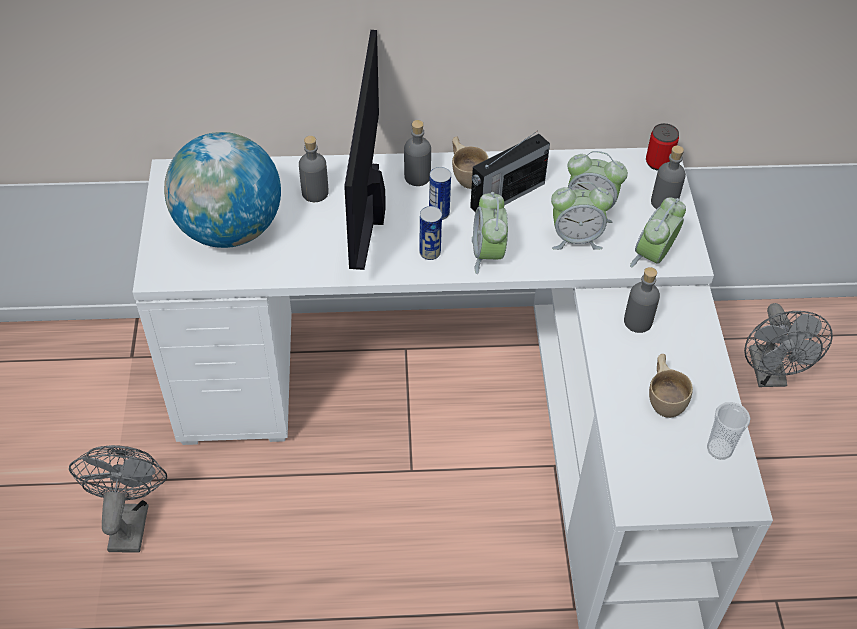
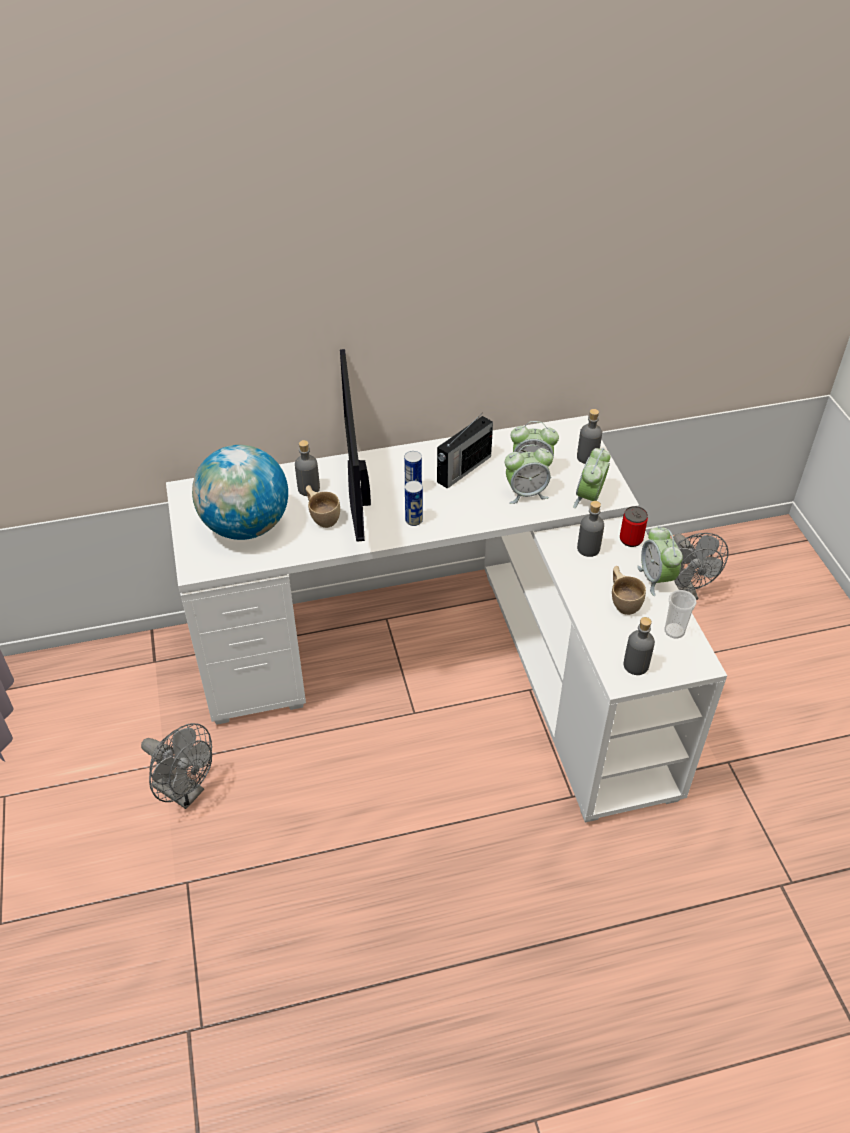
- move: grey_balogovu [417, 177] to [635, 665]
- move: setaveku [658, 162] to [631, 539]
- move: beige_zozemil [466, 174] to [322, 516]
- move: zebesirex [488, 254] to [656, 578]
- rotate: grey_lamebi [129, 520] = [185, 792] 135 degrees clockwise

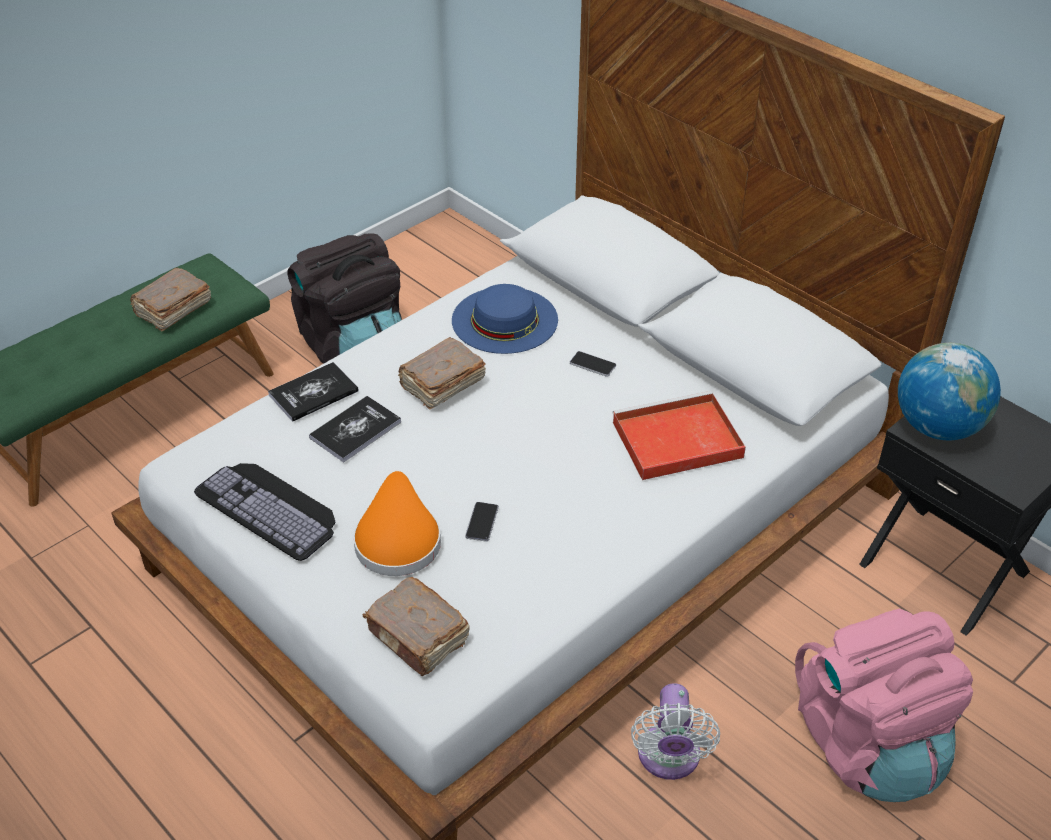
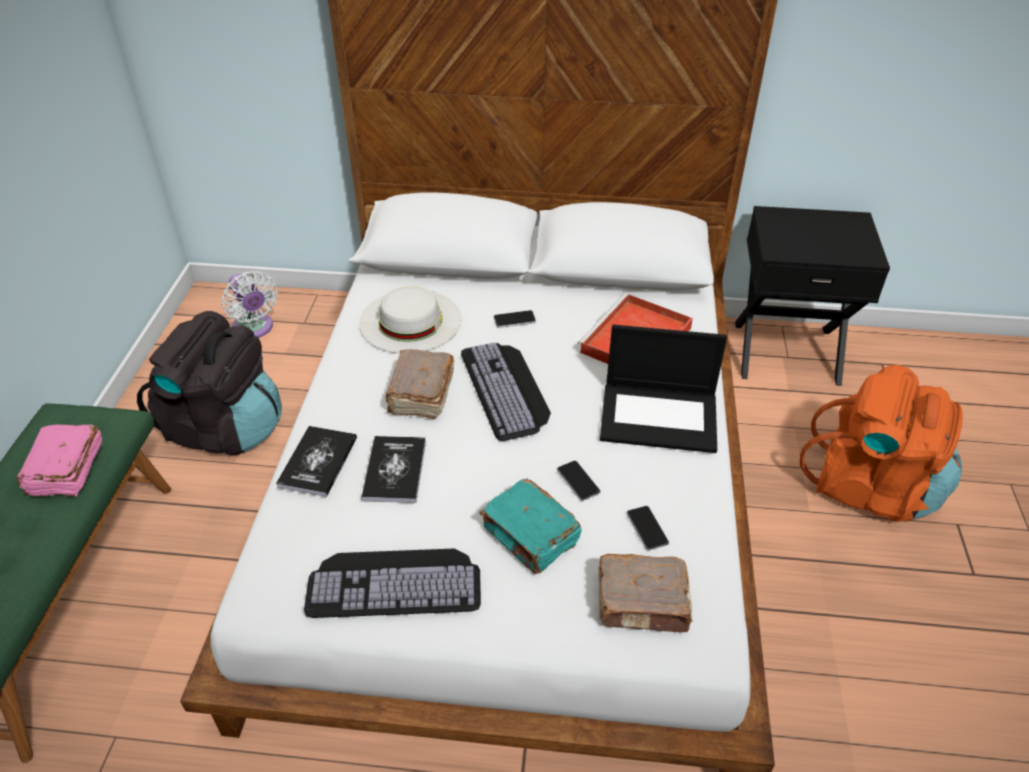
- recolor: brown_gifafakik [172, 310] to pink_gifafakik [66, 471]
- recolor: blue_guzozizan [505, 320] to white_guzozizan [410, 320]
- delete: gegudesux [937, 427]
- replace: orange_guzozizan [397, 539] to turquoise_gifafakik [531, 536]
- recolor: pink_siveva [868, 744] to orange_siveva [871, 487]
- move: white_lamebi [668, 759] to [254, 329]
- insert: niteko [660, 416]
- insert: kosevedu [507, 389]
- insert: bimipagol [647, 528]

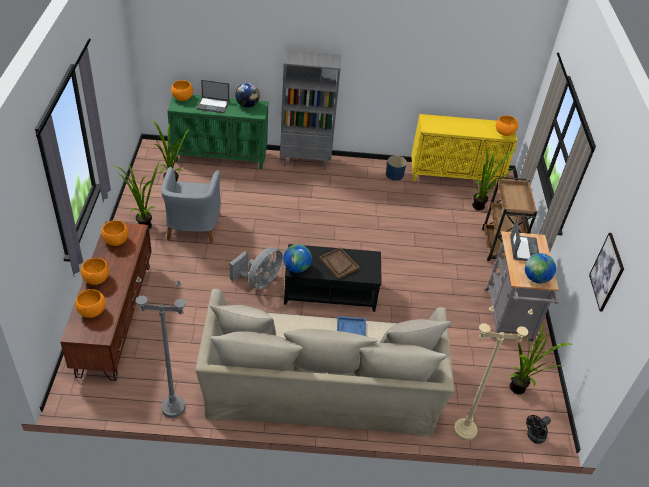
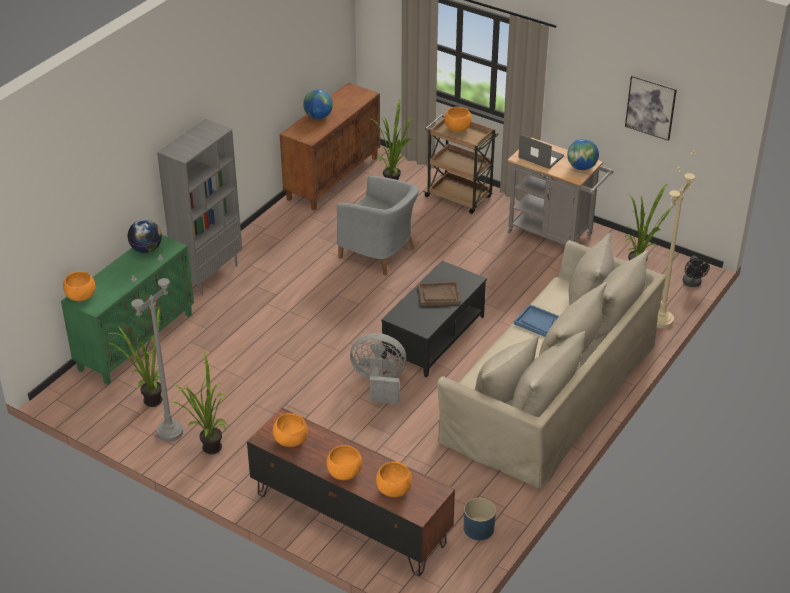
- delete: niteko [213, 105]
- recolor: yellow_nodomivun [455, 176] to brown_nodomivun [332, 178]
- move: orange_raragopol [504, 133] to [457, 129]
- move: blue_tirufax [394, 174] to [478, 528]
- move: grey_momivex [192, 227] to [379, 253]
- move: gegudesux [296, 268] to [318, 117]
- rotate: grey_lamebi [259, 281] = [379, 383] 60 degrees counterclockwise
- move: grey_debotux [173, 407] to [170, 432]

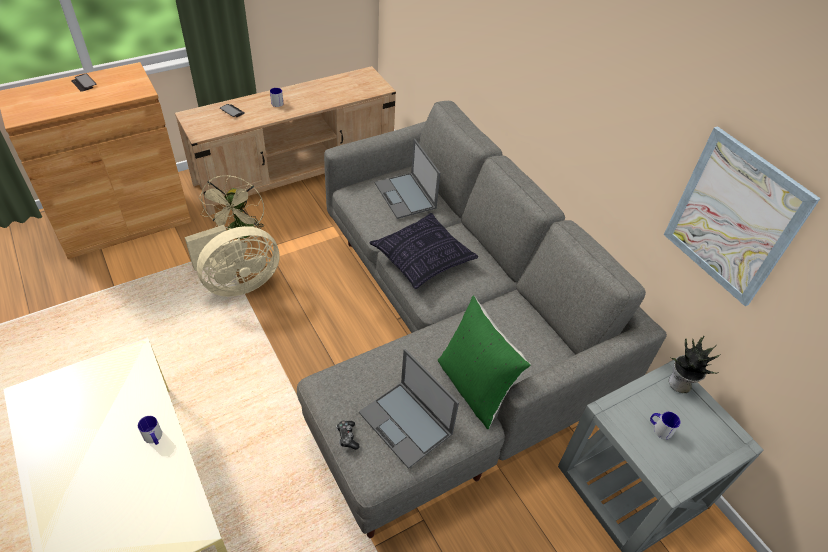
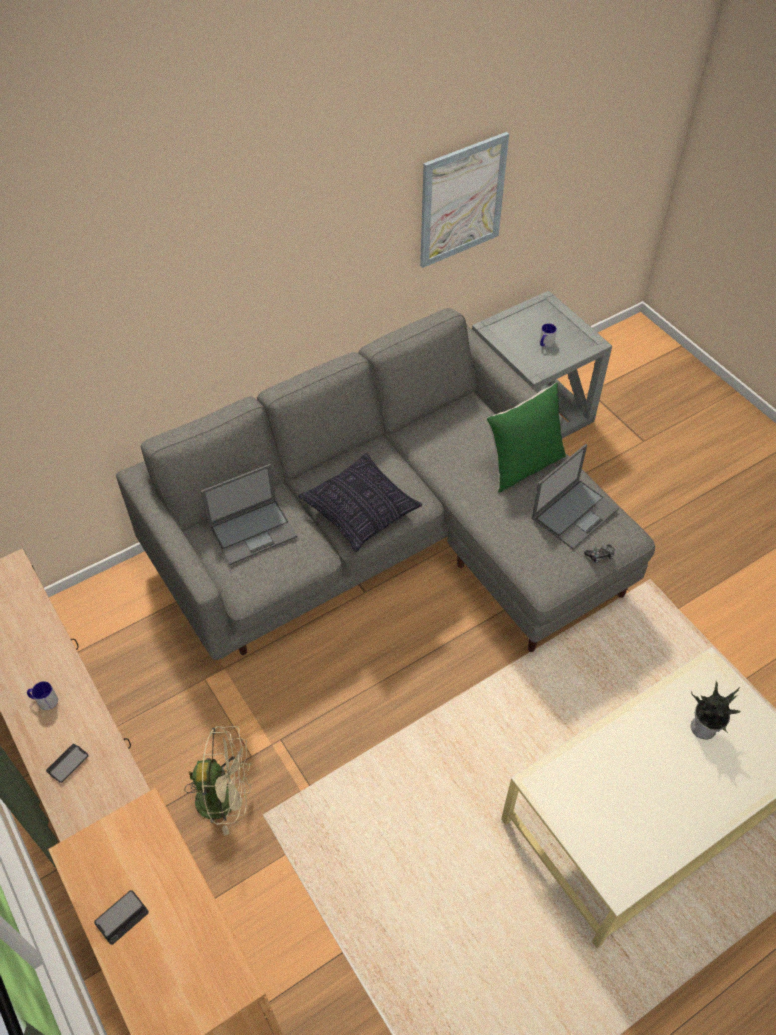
- delete: beige_lamebi [238, 283]
- move: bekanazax [679, 384] to [704, 728]
- delete: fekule [154, 438]

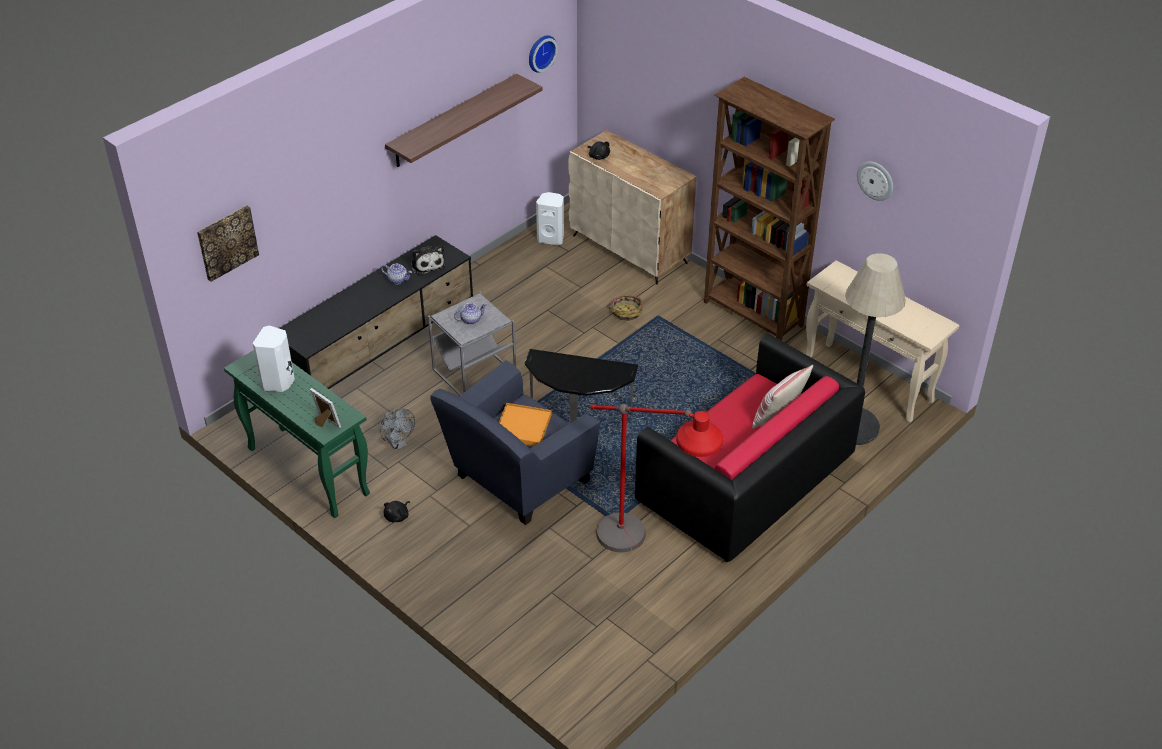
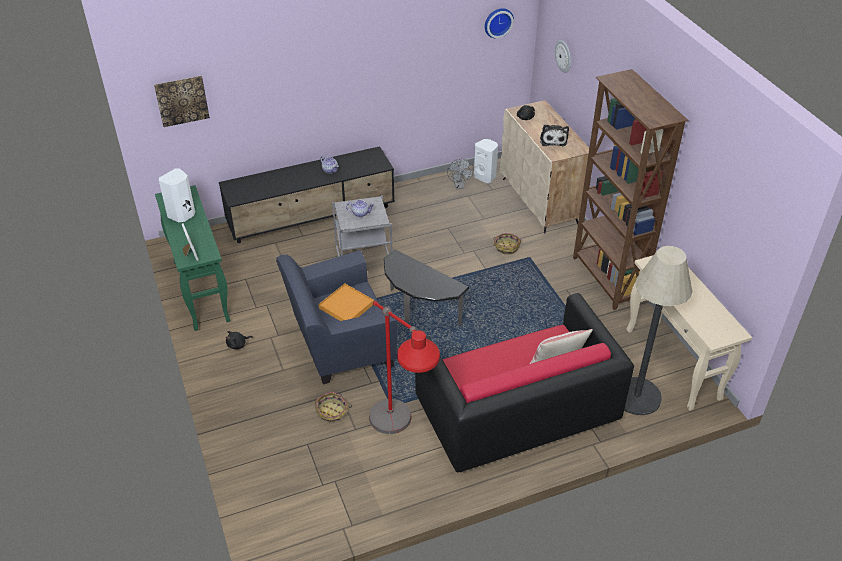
- delete: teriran [453, 121]
- move: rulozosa [875, 180] to [564, 56]
- move: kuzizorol [427, 264] to [553, 140]
- move: grey_lamebi [398, 444] to [459, 186]
- insert: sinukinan [332, 411]

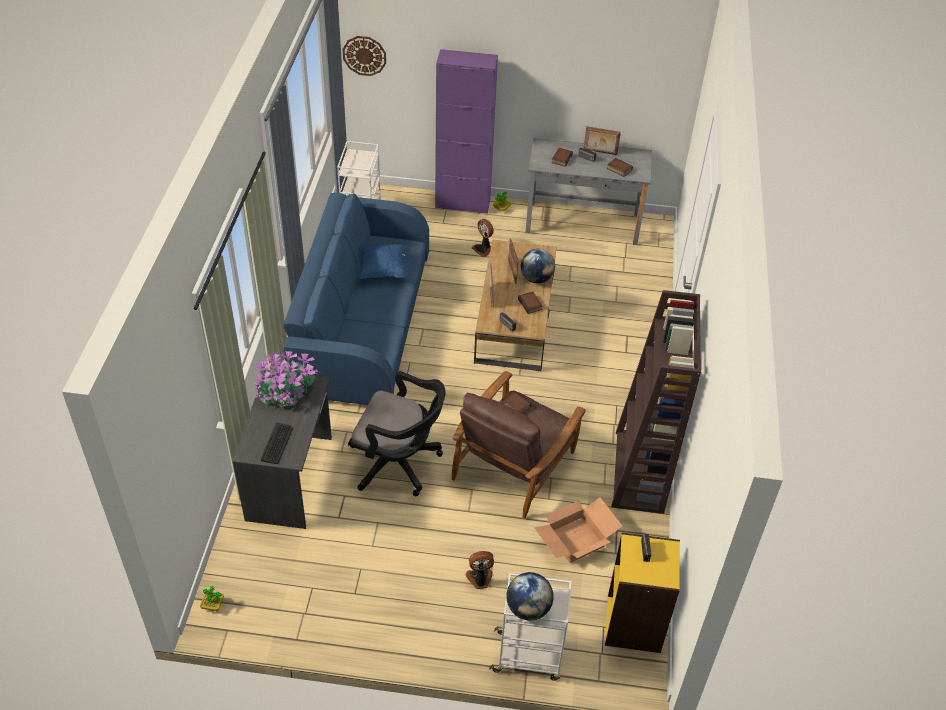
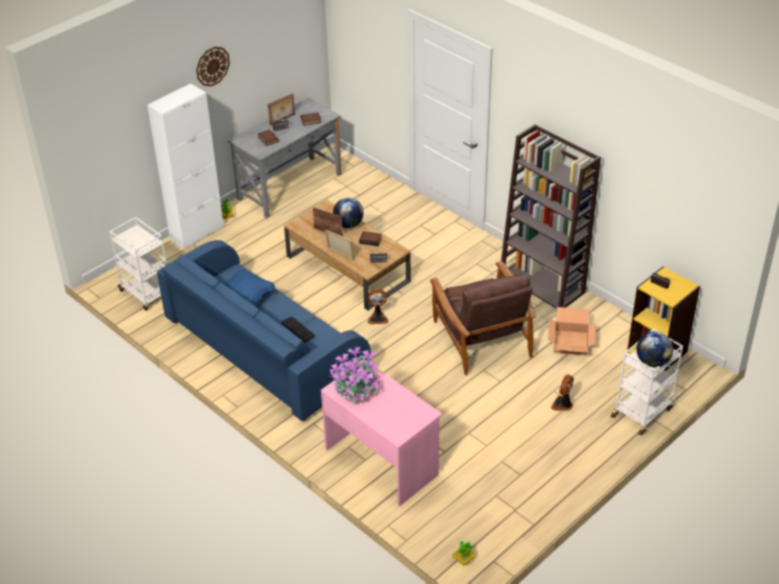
- move: rulozosa [364, 55] to [212, 66]
- recolor: purple_nodomivun [462, 204] to white_nodomivun [197, 233]
- move: lamebi [483, 249] to [378, 318]
- recolor: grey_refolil [291, 478] to pink_refolil [382, 461]
- delete: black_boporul [399, 463]
- move: kosevedu [277, 444] to [298, 329]

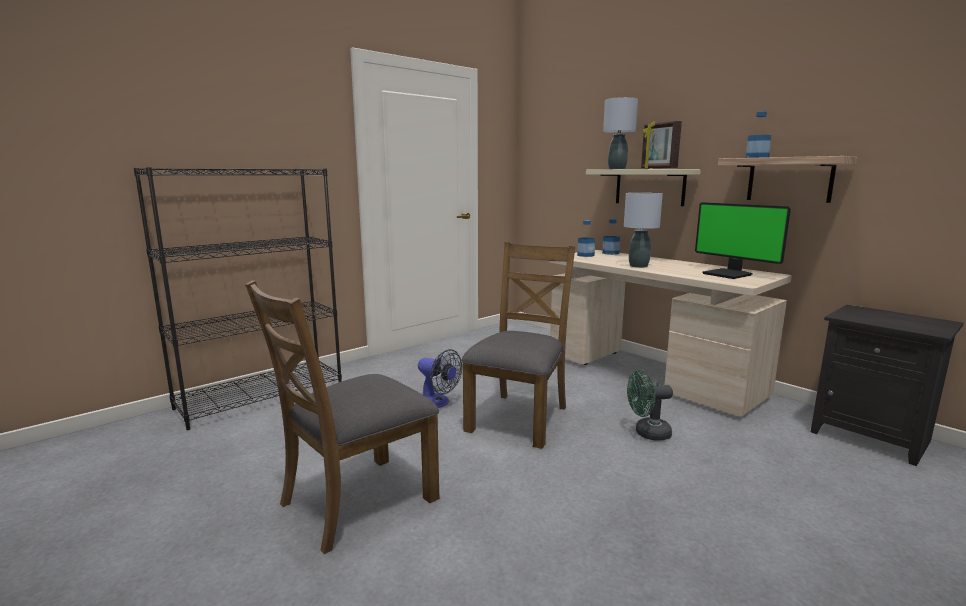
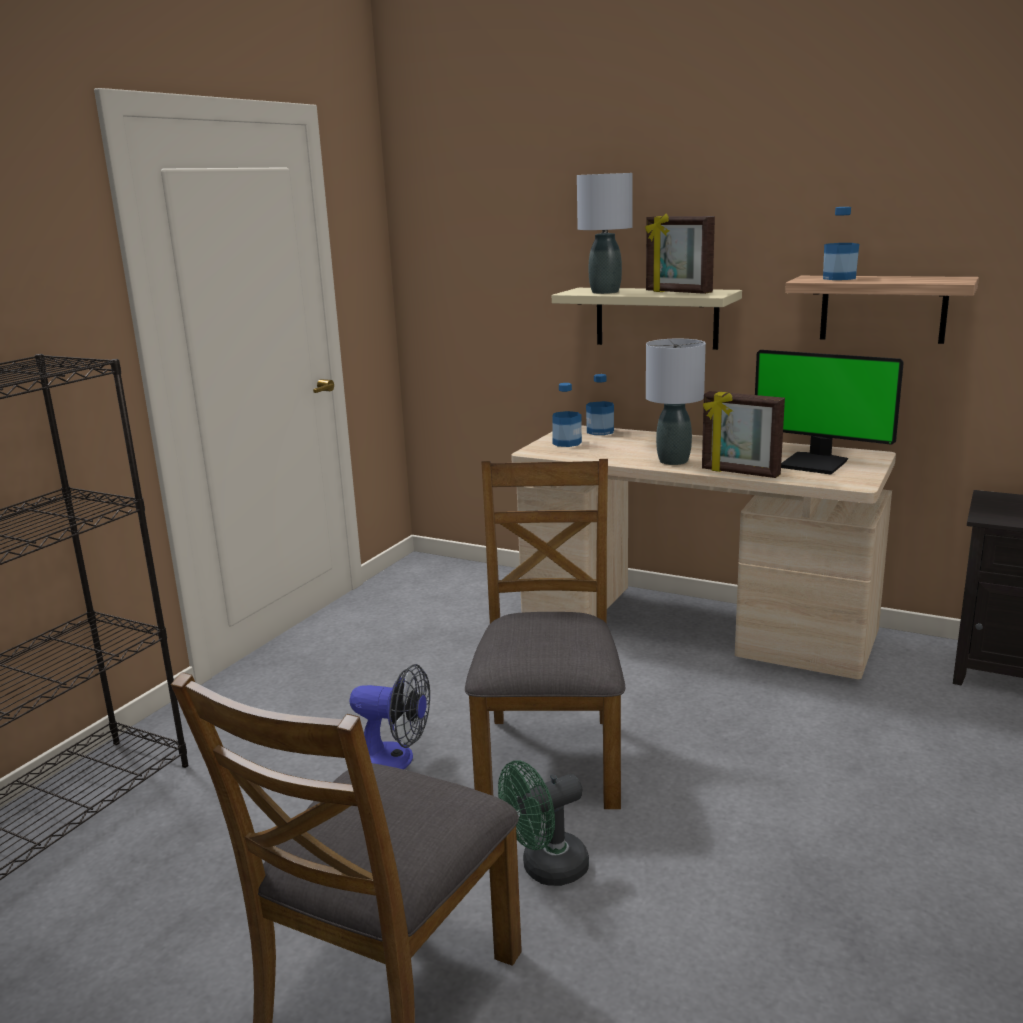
- move: green_lamebi [647, 433] to [545, 869]
- insert: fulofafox [740, 473]

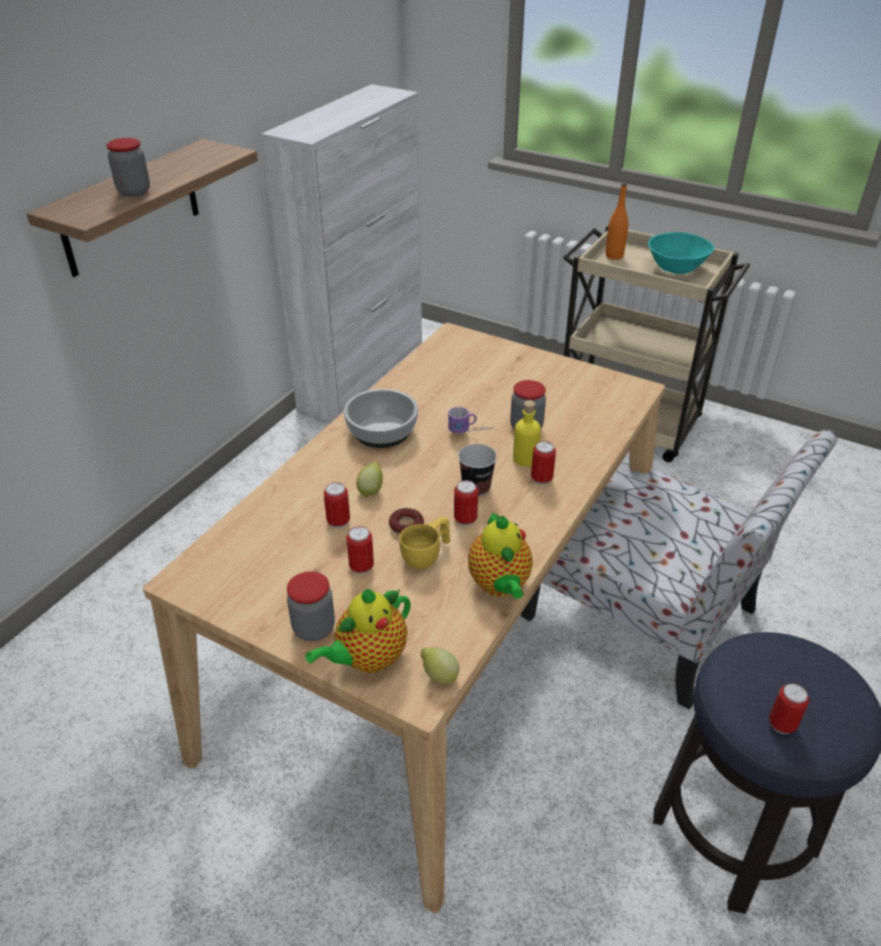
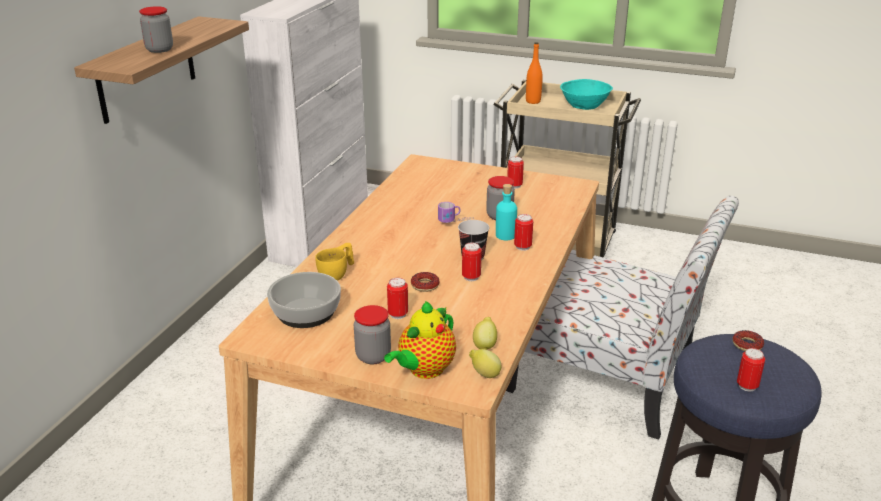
- move: raragopol [382, 430] to [306, 312]
- recolor: yellow_balogovu [525, 459] to turquoise_balogovu [505, 235]
- move: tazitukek [371, 490] to [485, 345]
- move: setaveku [338, 522] to [514, 186]
- delete: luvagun [499, 586]
- move: yellow_zozemil [427, 556] to [337, 273]
- insert: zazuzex [747, 344]

